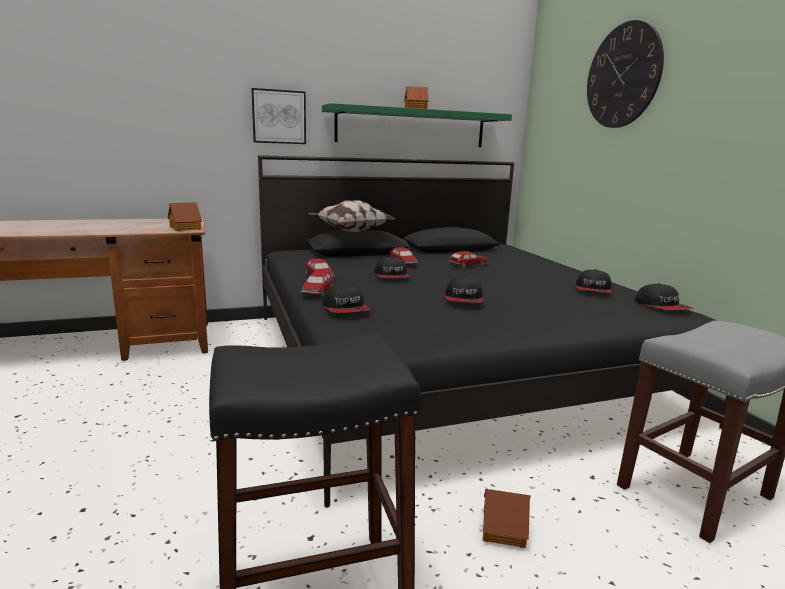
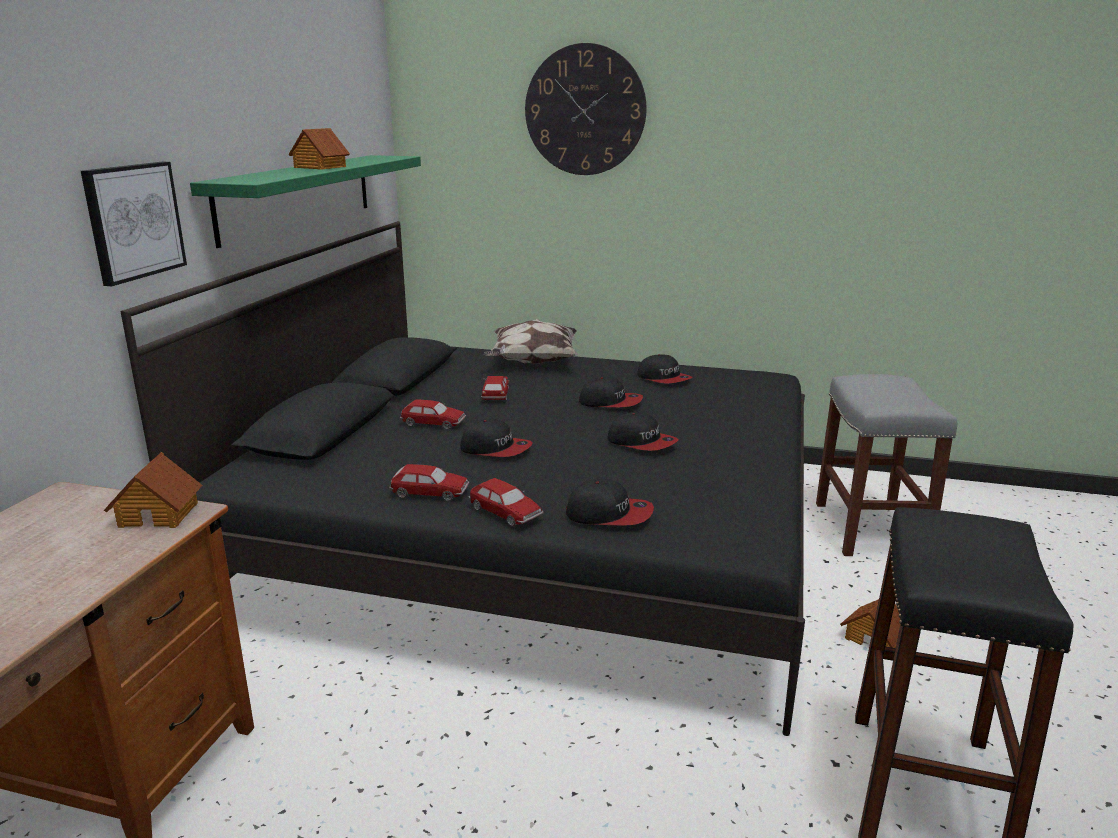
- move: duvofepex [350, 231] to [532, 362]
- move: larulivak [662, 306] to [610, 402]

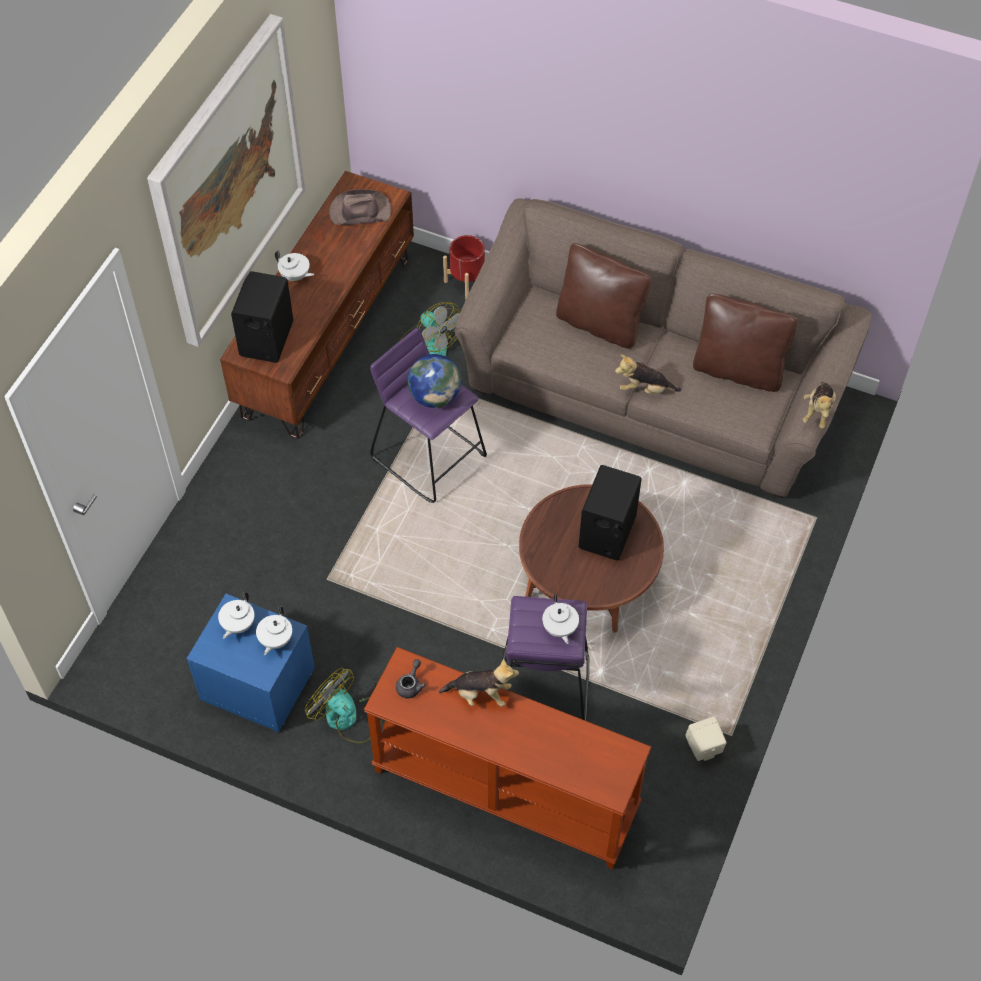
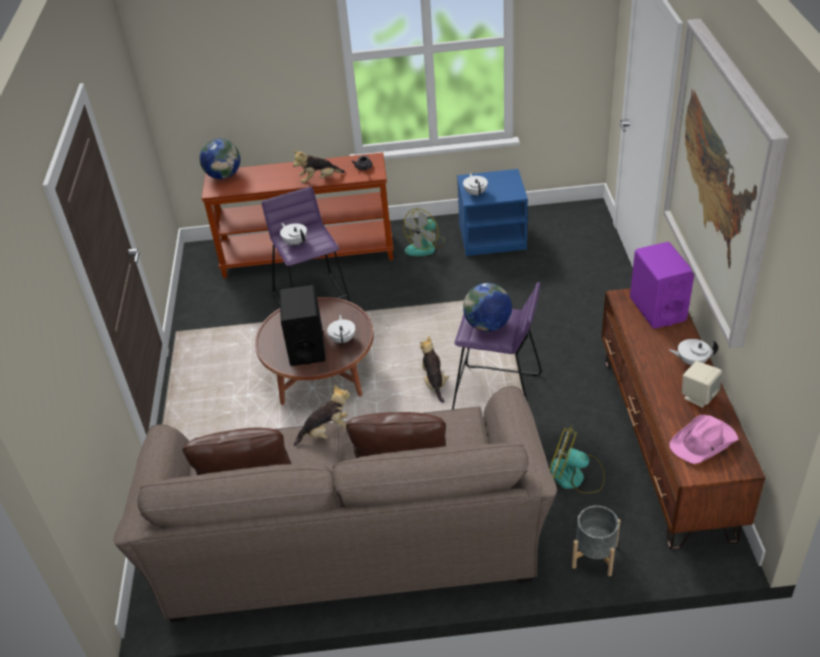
- recolor: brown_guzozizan [359, 211] to pink_guzozizan [704, 442]
- recolor: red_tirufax [467, 281] to grey_tirufax [595, 556]
- recolor: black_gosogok [266, 339] to purple_gosogok [657, 309]
- move: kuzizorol [818, 411] to [434, 382]
- move: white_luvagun [238, 625] to [343, 339]
- rotate: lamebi [348, 717] = [425, 246] 120 degrees clockwise
- move: beige_gosogok [703, 748] to [698, 396]
- insert: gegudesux [224, 175]

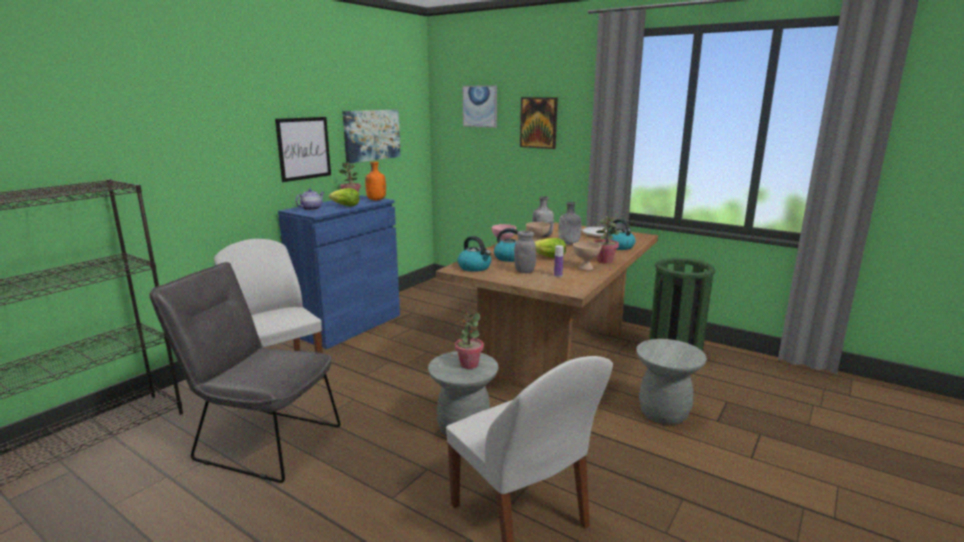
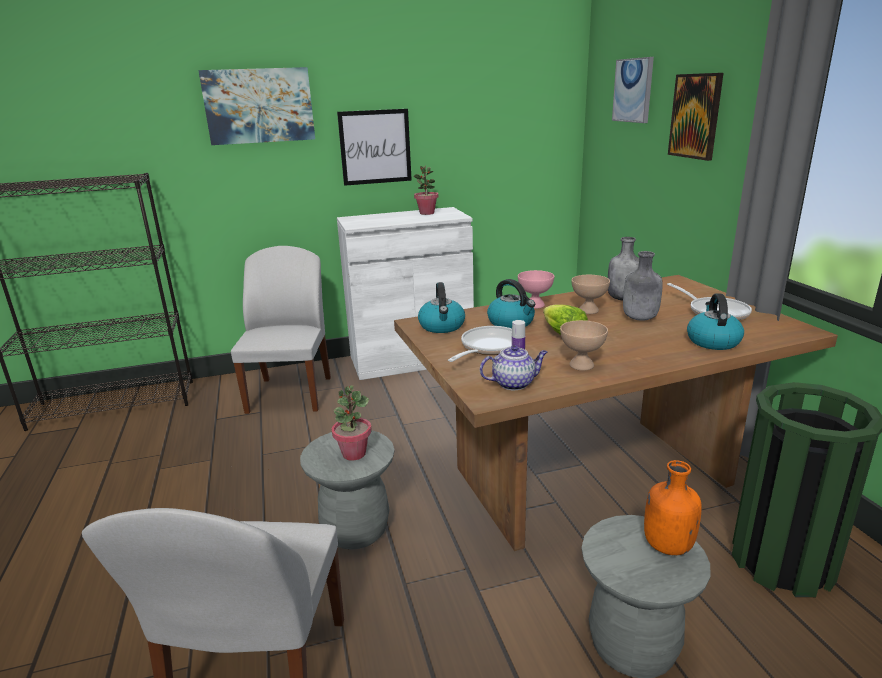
- move: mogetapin [371, 135] to [259, 106]
- move: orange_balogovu [376, 200] to [666, 545]
- delete: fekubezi [345, 206]
- move: luvagun [311, 208] to [514, 383]
- recolor: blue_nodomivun [348, 325] to white_nodomivun [411, 359]
- delete: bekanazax [605, 261]
- replace: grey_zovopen [524, 271] to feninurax [488, 348]
- delete: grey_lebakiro [261, 441]

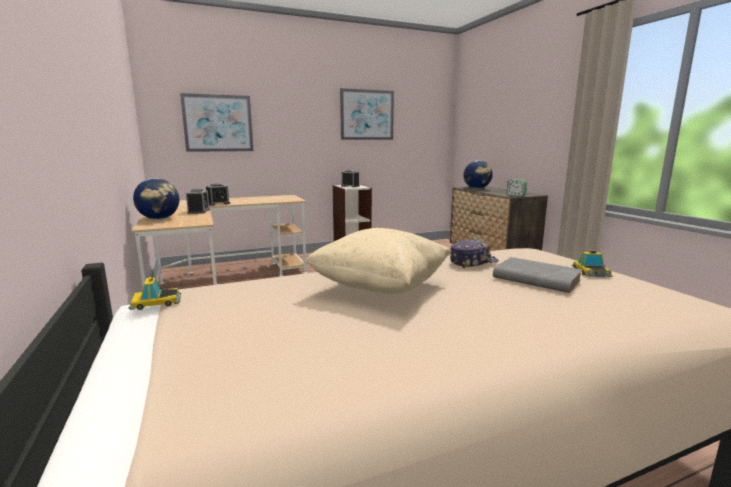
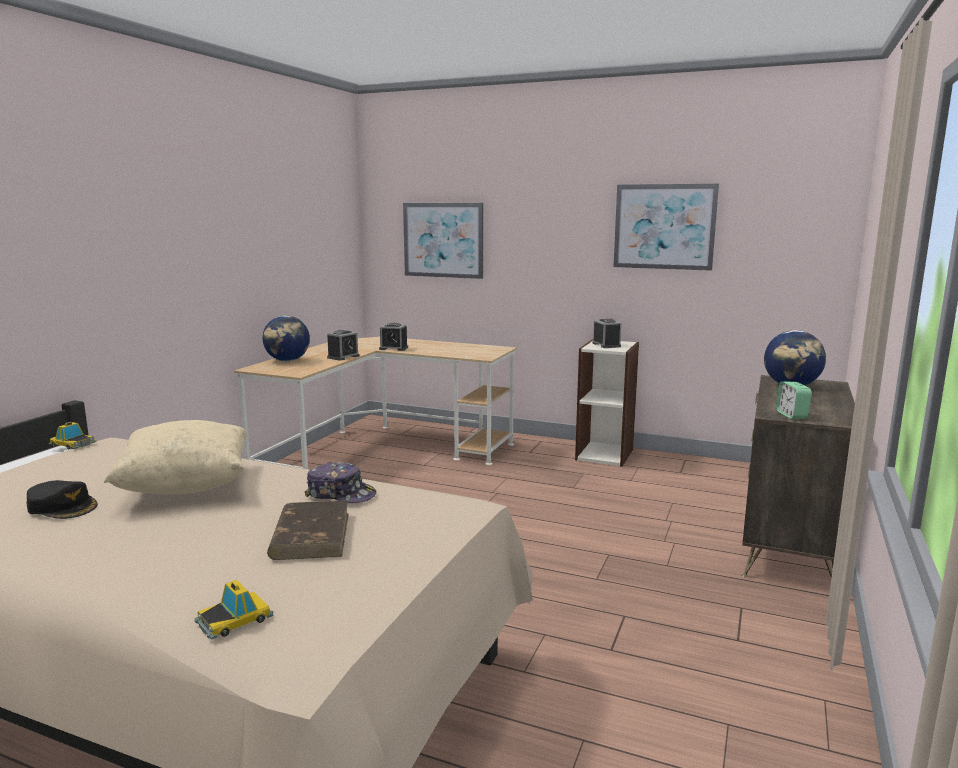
- move: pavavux [591, 272] to [234, 619]
- recolor: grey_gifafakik [535, 279] to brown_gifafakik [311, 534]
- insert: black_larulivak [63, 506]

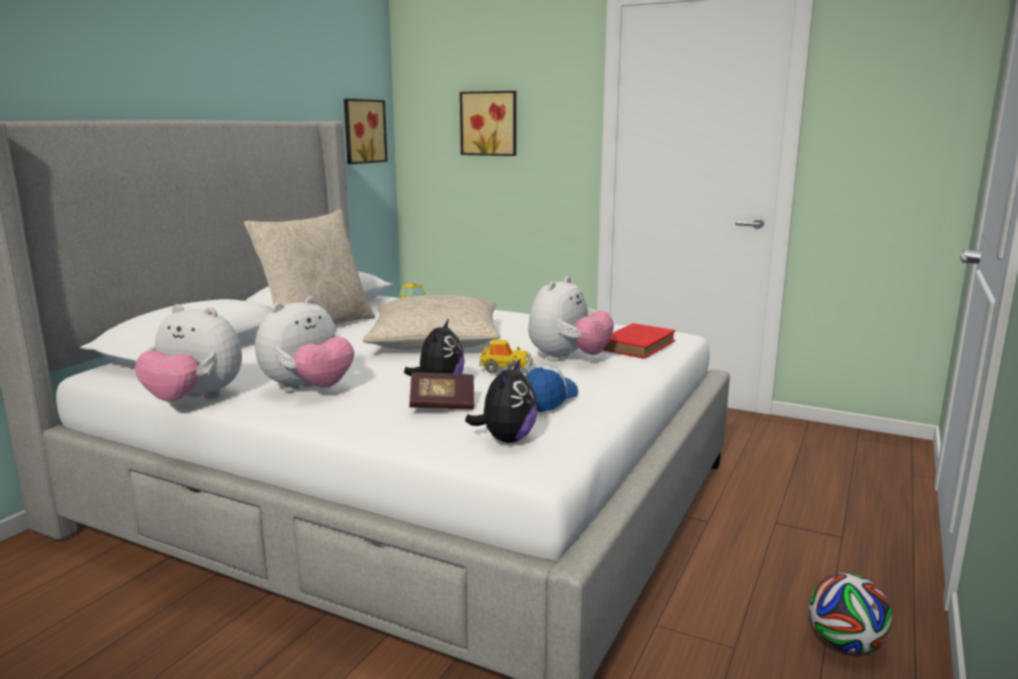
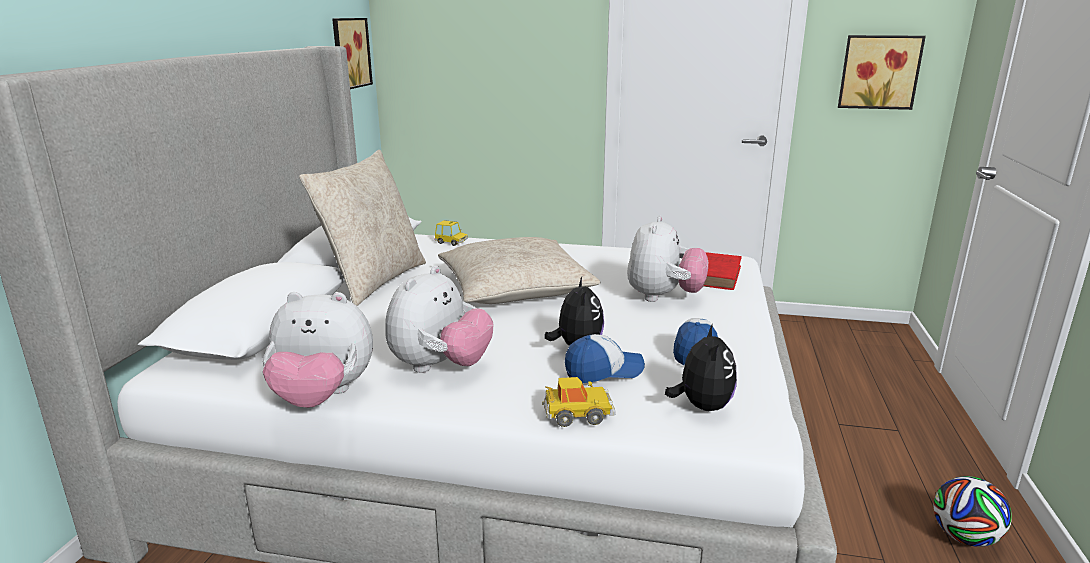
- move: mogetapin [490, 123] to [879, 72]
- move: pavavux [505, 369] to [578, 415]
- replace: gifafakik [442, 404] to larulivak [603, 371]

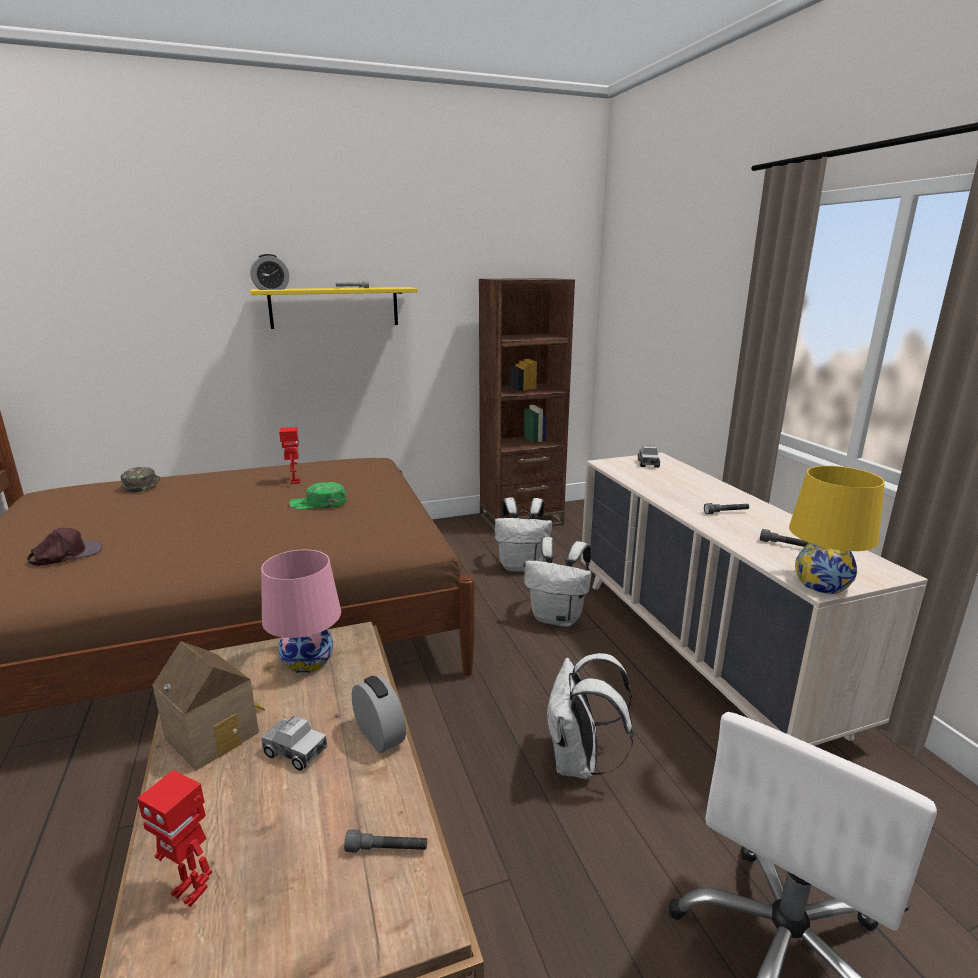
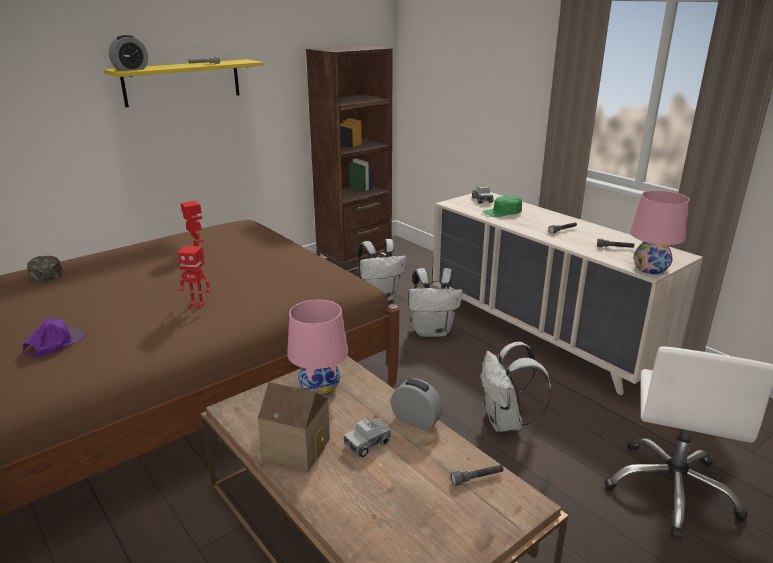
- recolor: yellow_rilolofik [821, 583] to pink_rilolofik [650, 268]
- move: green_larulivak [318, 503] to [502, 212]
- recolor: brown_larulivak [66, 554] to purple_larulivak [54, 343]
- rotate: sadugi [295, 752] = [367, 444] 135 degrees clockwise
- move: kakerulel [191, 890] to [197, 304]

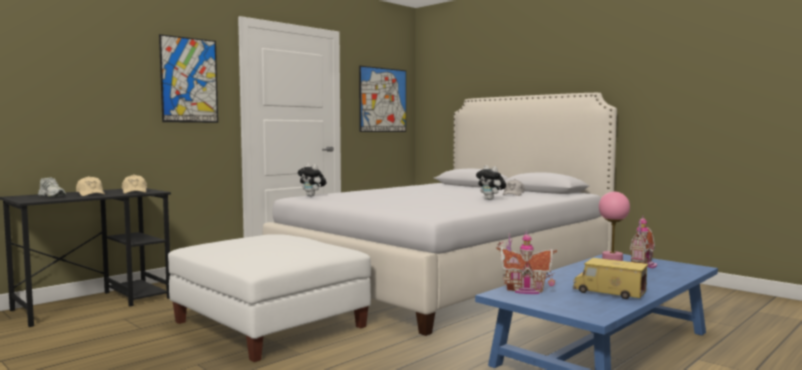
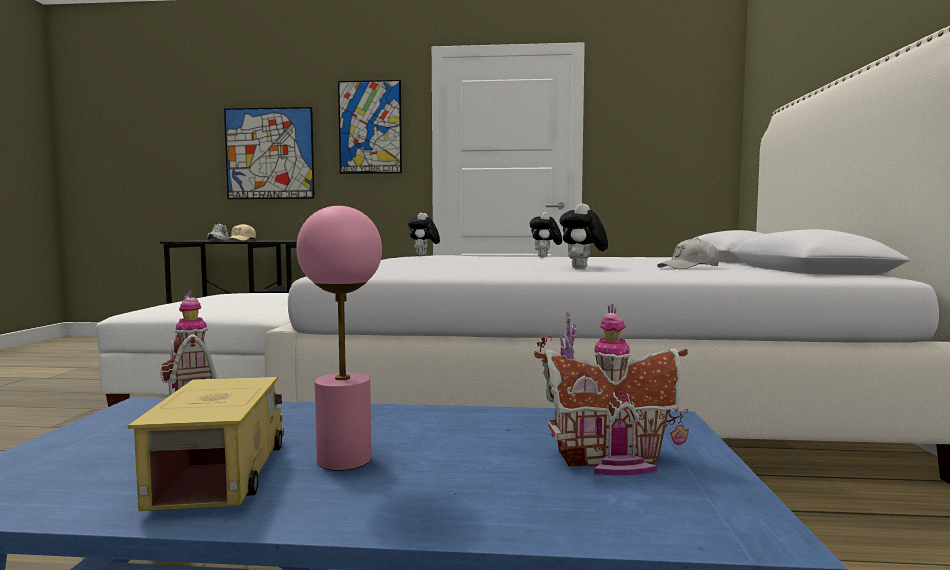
- move: mogetapin [383, 100] to [269, 153]
- delete: beige_larulivak [134, 191]
- insert: kuzizorol [545, 257]

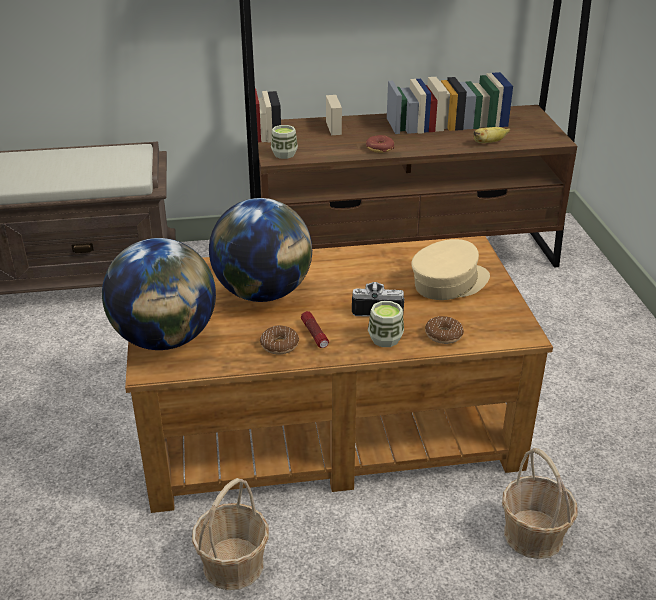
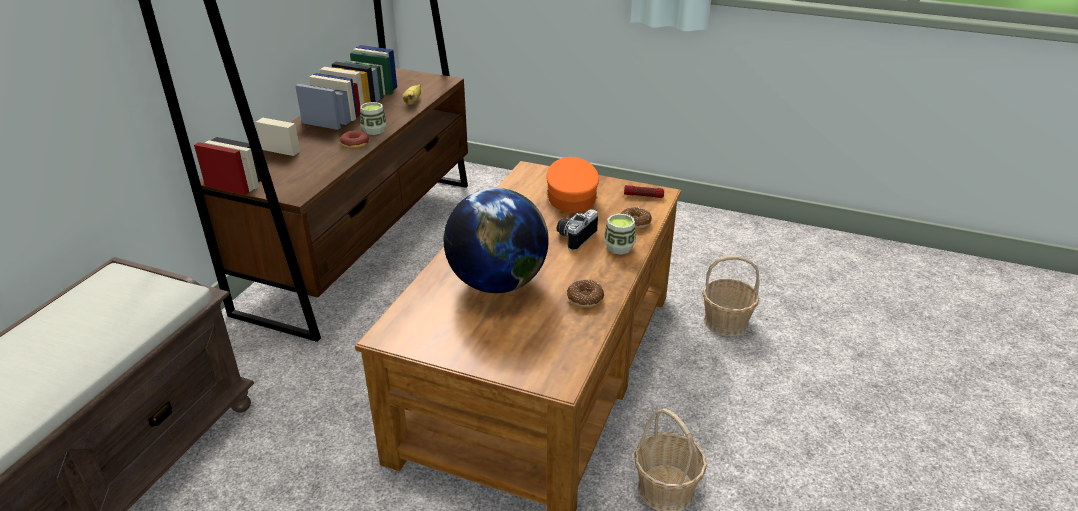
- move: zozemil [284, 154] to [374, 130]
- delete: gegudesux [165, 339]
- recolor: beige_larulivak [449, 283] to orange_larulivak [571, 196]
- move: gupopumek [315, 334] to [643, 196]

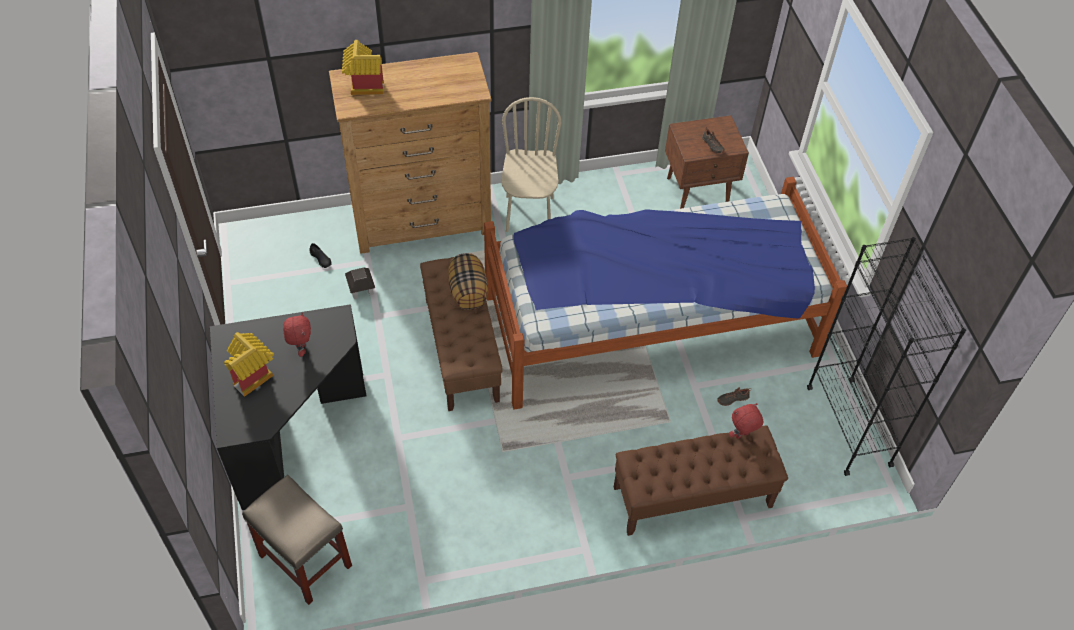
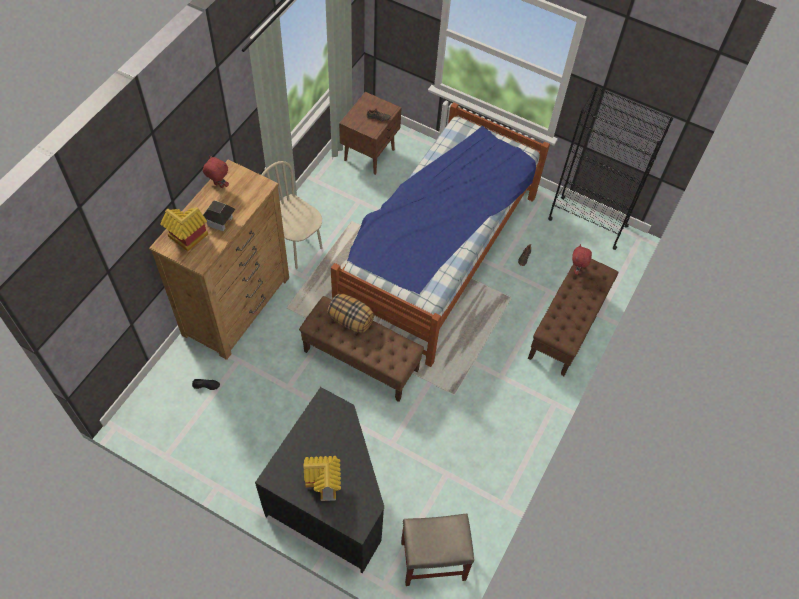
- move: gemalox [361, 289] to [220, 221]
- move: red_kuzizorol [301, 349] to [218, 185]

